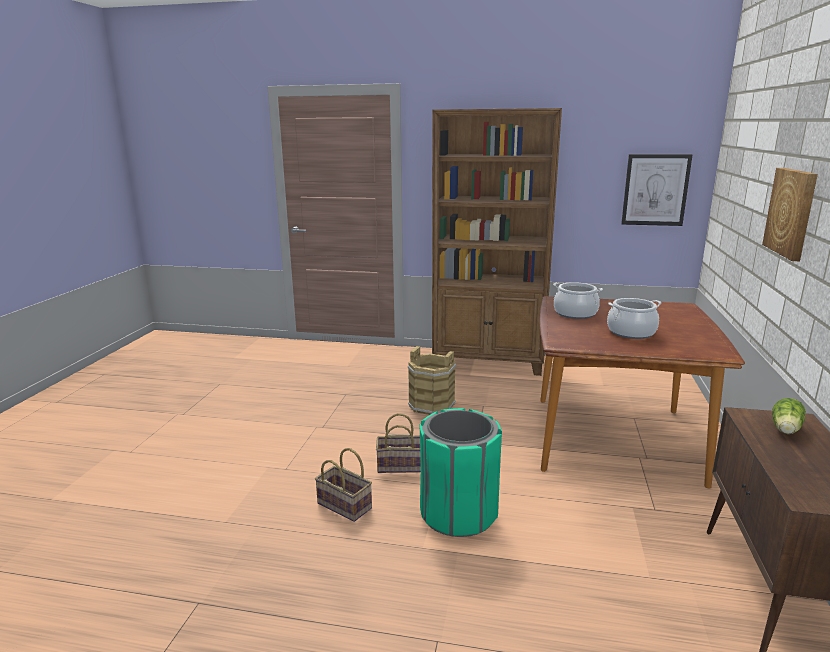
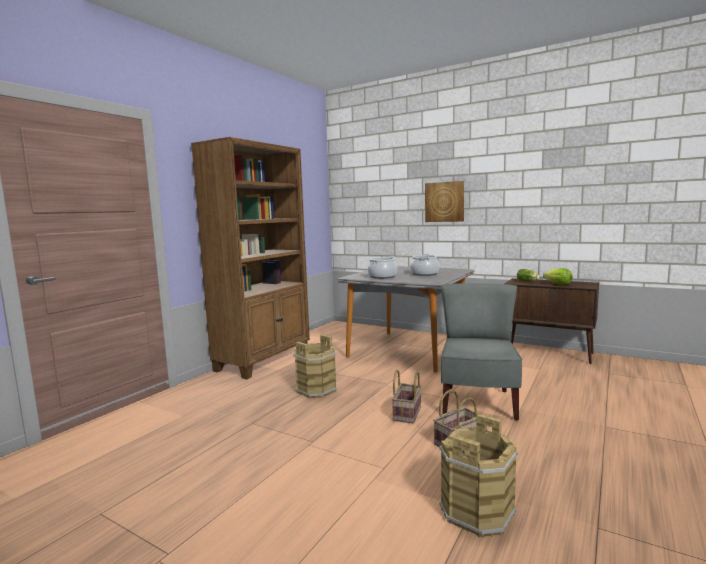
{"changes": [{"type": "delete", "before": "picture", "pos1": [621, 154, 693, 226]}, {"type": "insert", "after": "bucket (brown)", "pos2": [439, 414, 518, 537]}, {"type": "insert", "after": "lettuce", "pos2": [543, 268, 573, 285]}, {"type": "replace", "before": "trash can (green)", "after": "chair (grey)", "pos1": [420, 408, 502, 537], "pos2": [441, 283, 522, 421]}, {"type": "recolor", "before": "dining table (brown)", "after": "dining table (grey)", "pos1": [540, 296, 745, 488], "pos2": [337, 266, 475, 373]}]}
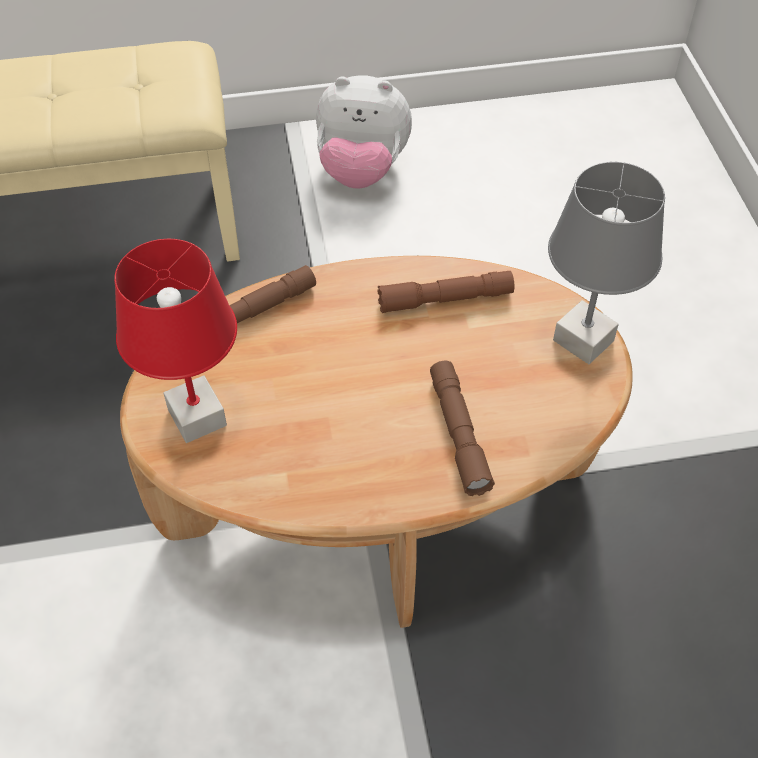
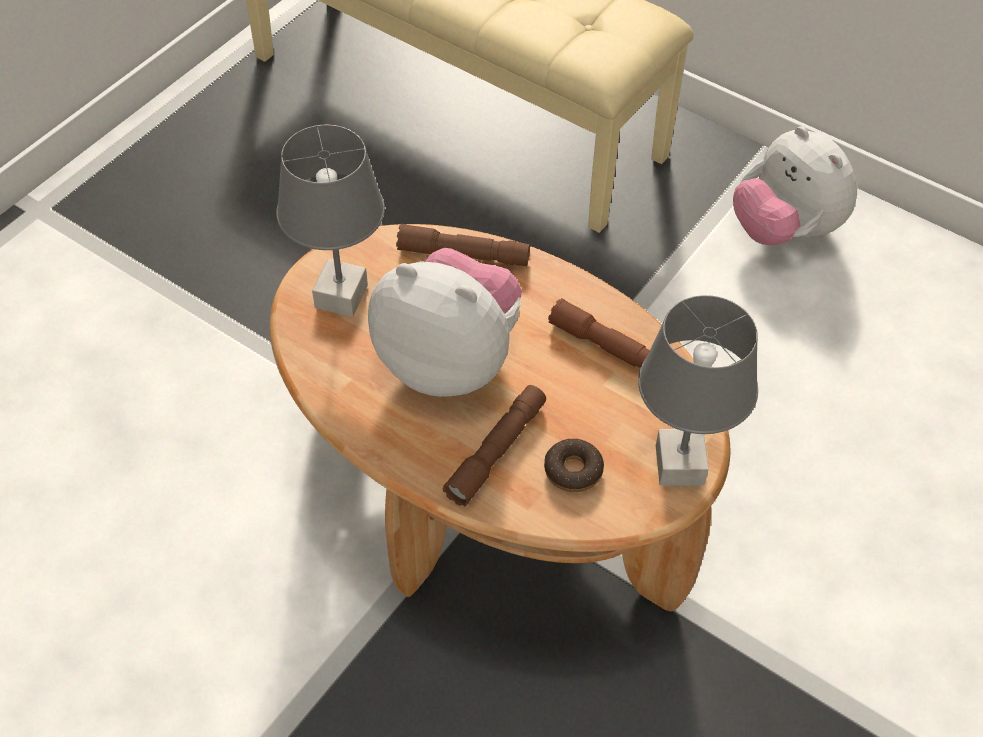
{"changes": [{"type": "insert", "after": "plush toy", "pos2": [368, 248, 522, 397]}, {"type": "insert", "after": "donut", "pos2": [544, 439, 604, 492]}, {"type": "recolor", "before": "table lamp (red)", "after": "table lamp (grey)", "pos1": [114, 239, 237, 443], "pos2": [276, 125, 385, 317]}]}
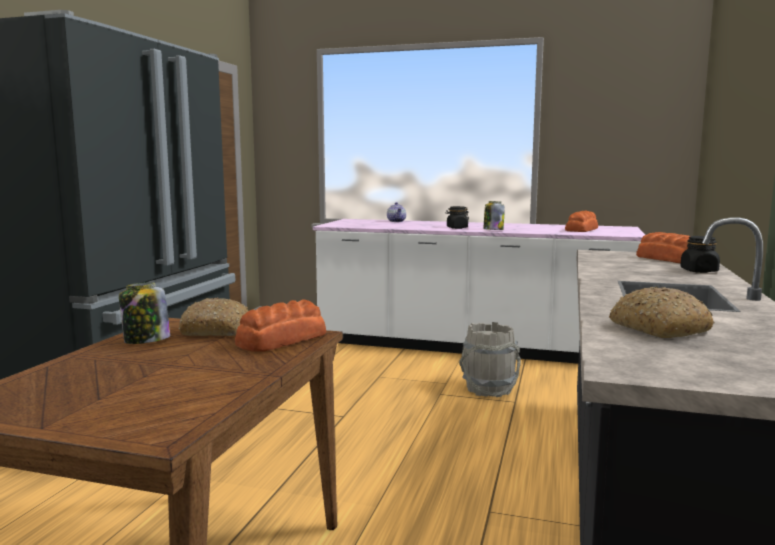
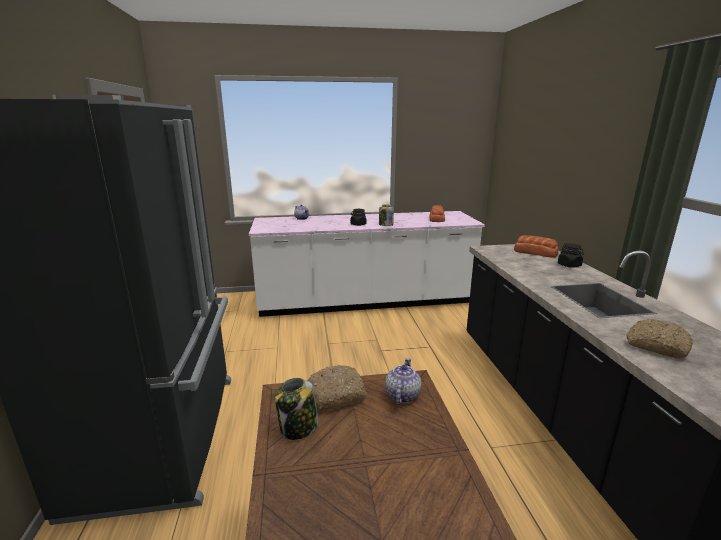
{"changes": [{"type": "delete", "before": "bucket (grey)", "pos1": [459, 322, 521, 397]}, {"type": "replace", "before": "bread", "after": "teapot", "pos1": [235, 299, 326, 352], "pos2": [385, 358, 421, 405]}]}
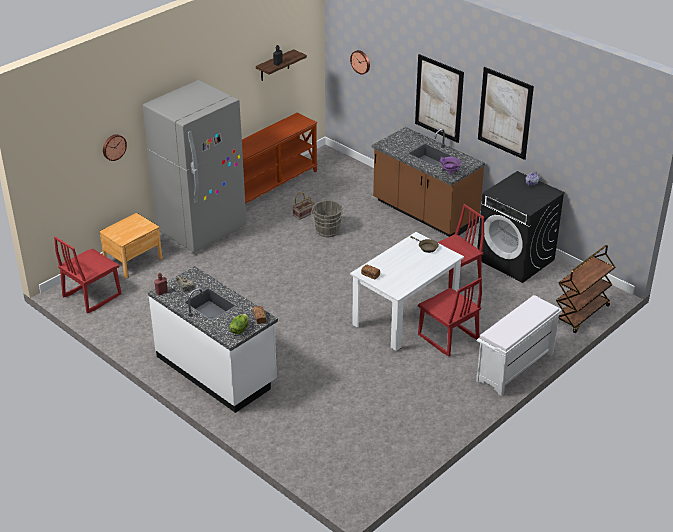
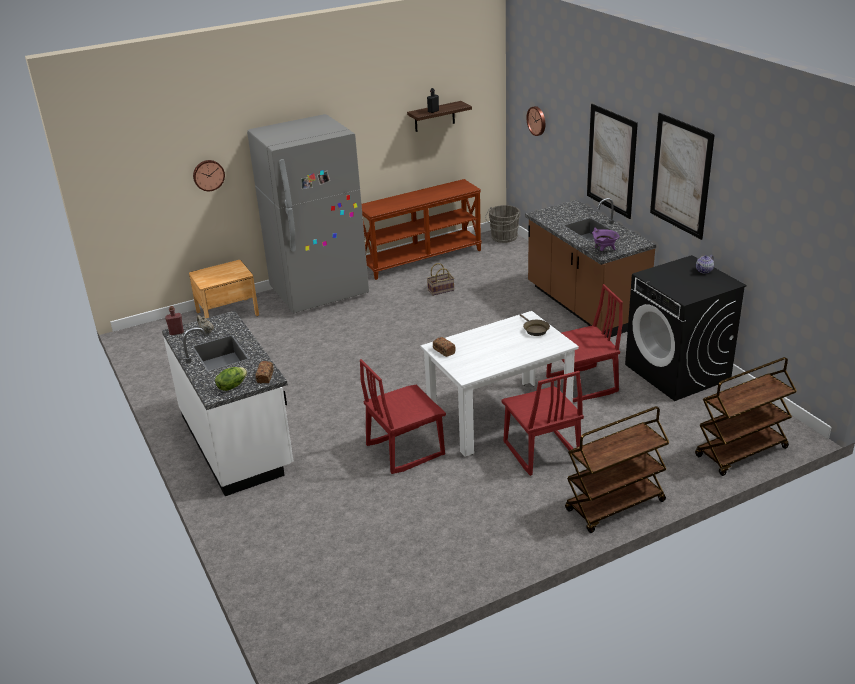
{"changes": [{"type": "move", "before": "chair (red)", "pos1": [54, 236, 122, 313], "pos2": [360, 359, 446, 474]}, {"type": "move", "before": "bucket (grey)", "pos1": [311, 200, 343, 237], "pos2": [485, 205, 520, 243]}, {"type": "replace", "before": "bench (white)", "after": "cart (brown)", "pos1": [476, 295, 562, 396], "pos2": [565, 406, 670, 533]}]}
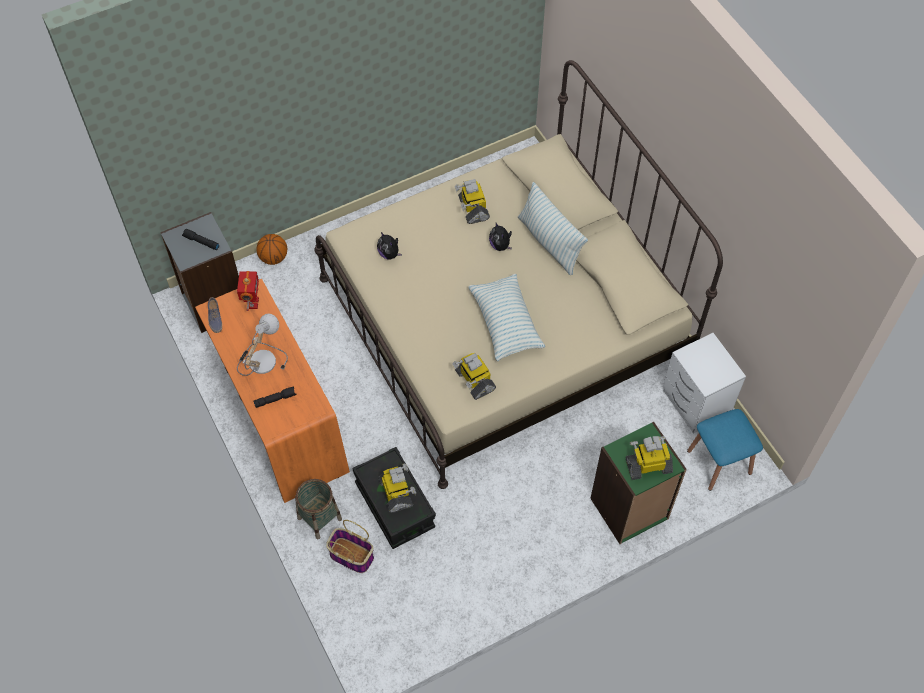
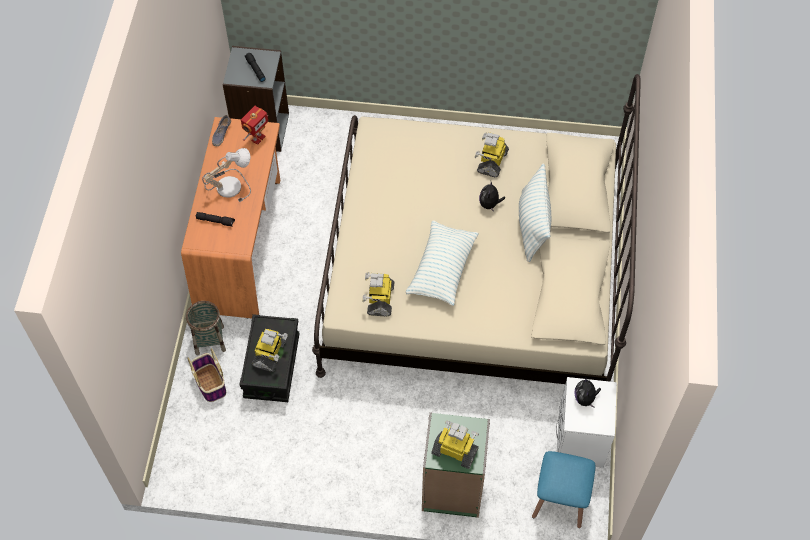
{"changes": [{"type": "delete", "before": "basketball", "pos1": [256, 234, 287, 265]}, {"type": "move", "before": "plush toy", "pos1": [377, 232, 402, 260], "pos2": [575, 378, 601, 408]}]}
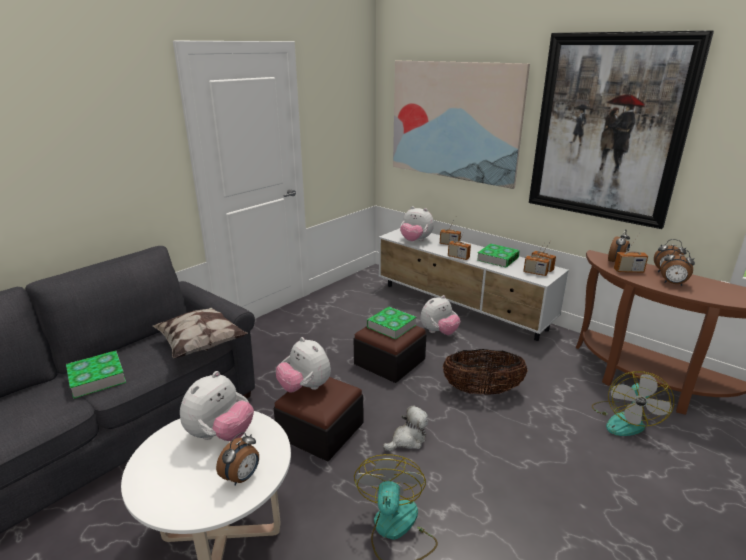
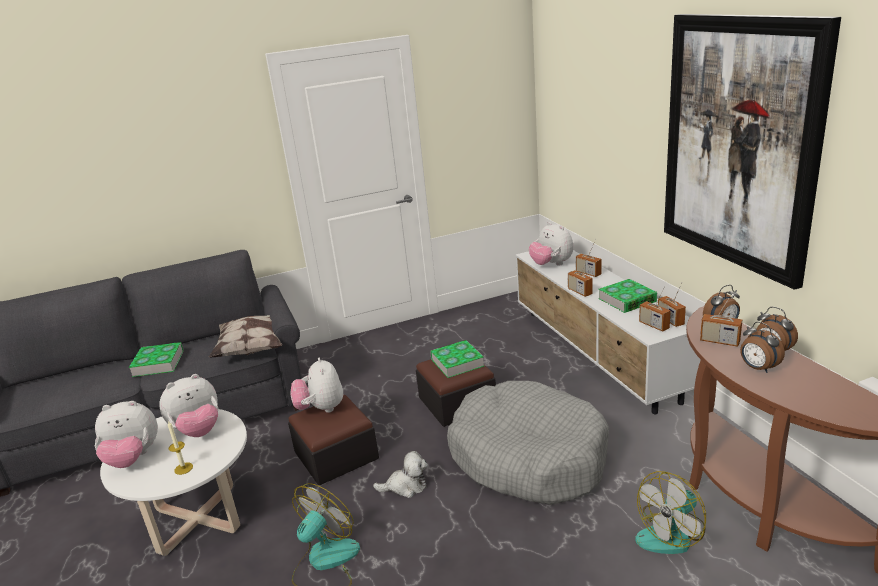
{"changes": [{"type": "delete", "before": "picture", "pos1": [393, 61, 530, 189]}, {"type": "move", "before": "plush toy", "pos1": [420, 295, 461, 335], "pos2": [95, 401, 158, 468]}, {"type": "replace", "before": "alarm clock", "after": "candle", "pos1": [216, 432, 259, 485], "pos2": [168, 420, 193, 475]}, {"type": "replace", "before": "basket", "after": "dog bed (grey)", "pos1": [443, 349, 528, 395], "pos2": [447, 381, 609, 505]}]}
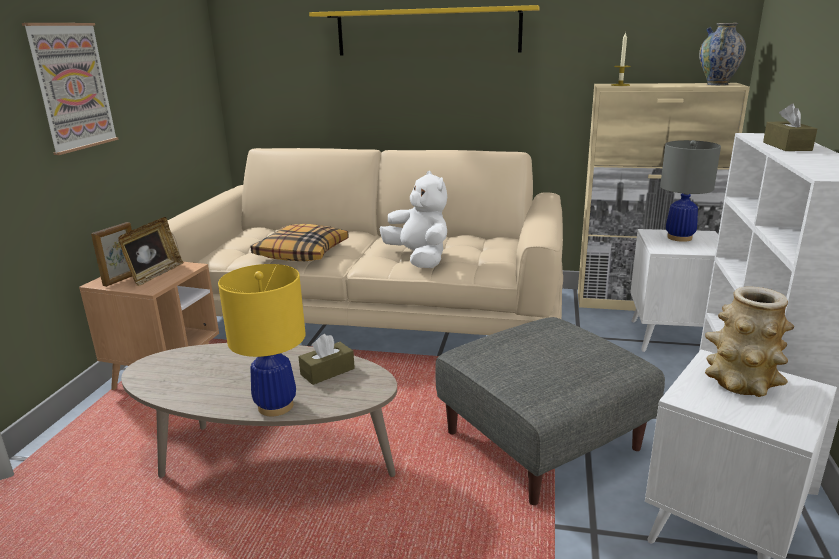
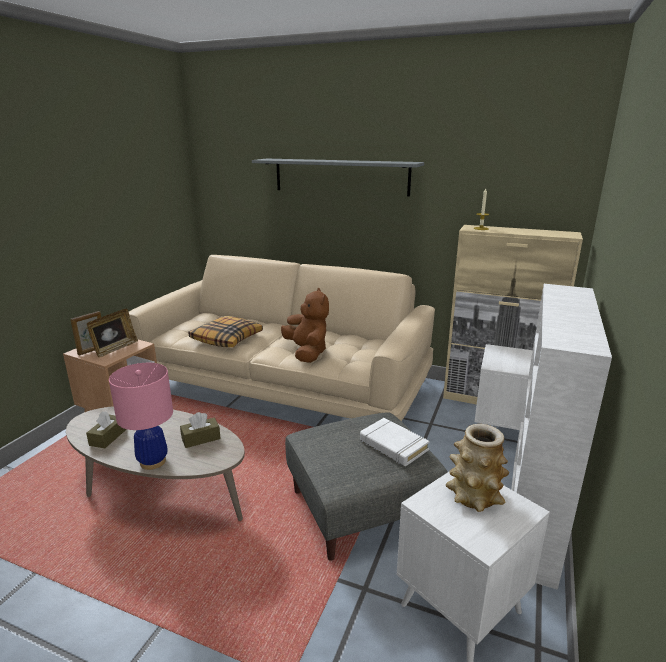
{"changes": [{"type": "delete", "before": "picture", "pos1": [22, 23, 119, 155]}, {"type": "delete", "before": "table lamp (grey)", "pos1": [660, 140, 721, 242]}, {"type": "delete", "before": "vase", "pos1": [699, 23, 746, 85]}, {"type": "insert", "after": "book (white)", "pos2": [360, 418, 430, 466]}, {"type": "move", "before": "tissue box (brown)", "pos1": [763, 104, 817, 151], "pos2": [86, 411, 127, 448]}, {"type": "recolor", "before": "table lamp (yellow)", "after": "table lamp (pink)", "pos1": [218, 264, 306, 416], "pos2": [109, 363, 173, 470]}, {"type": "recolor", "before": "shelf (yellow)", "after": "shelf (grey)", "pos1": [309, 5, 540, 56], "pos2": [252, 159, 424, 197]}, {"type": "recolor", "before": "plush toy (white)", "after": "plush toy (brown)", "pos1": [379, 171, 447, 268], "pos2": [281, 288, 329, 363]}]}
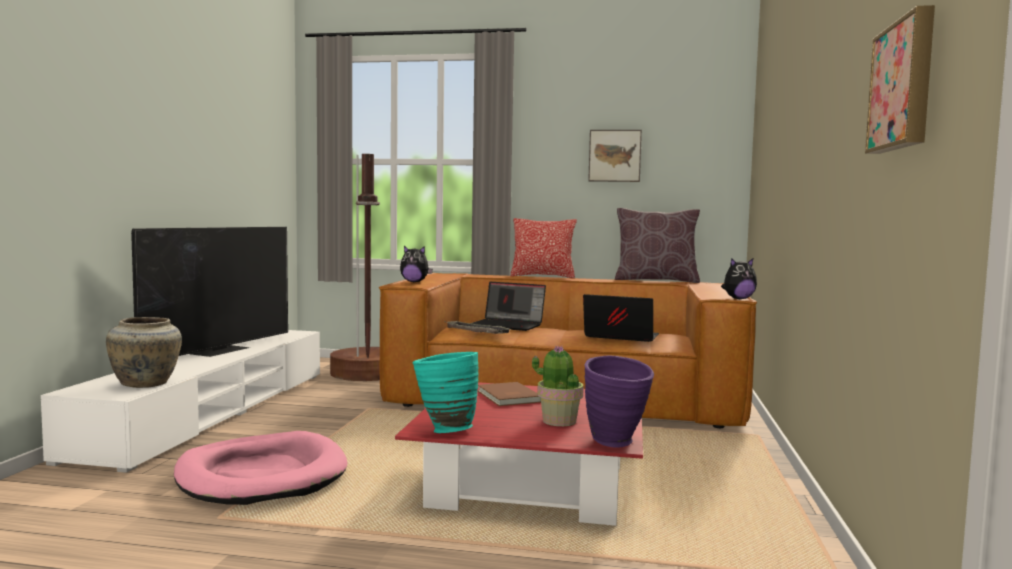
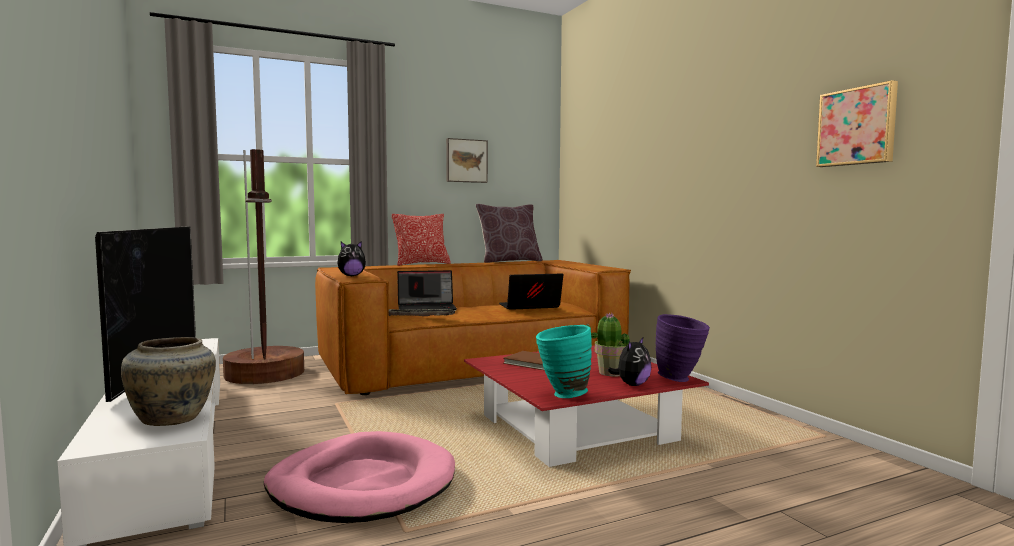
{"changes": [{"type": "move", "before": "plush toy", "pos1": [721, 258, 757, 299], "pos2": [608, 338, 651, 386]}]}
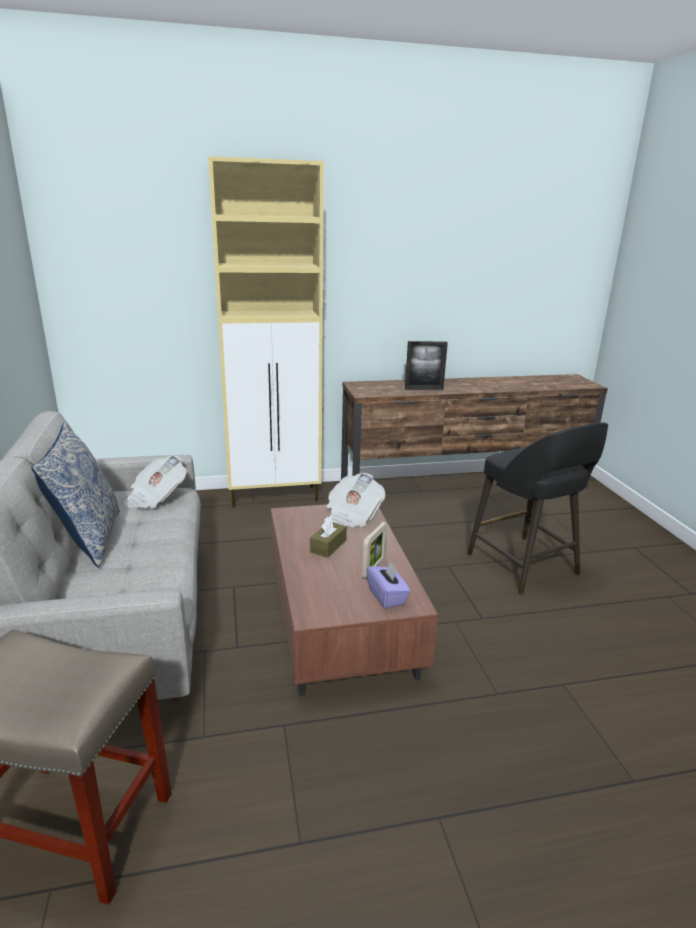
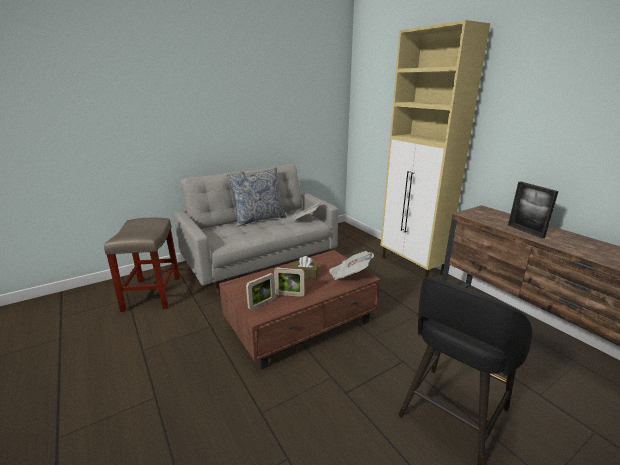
{"changes": [{"type": "replace", "before": "tissue box (purple)", "after": "picture frame", "pos1": [366, 561, 411, 609], "pos2": [246, 273, 275, 311]}]}
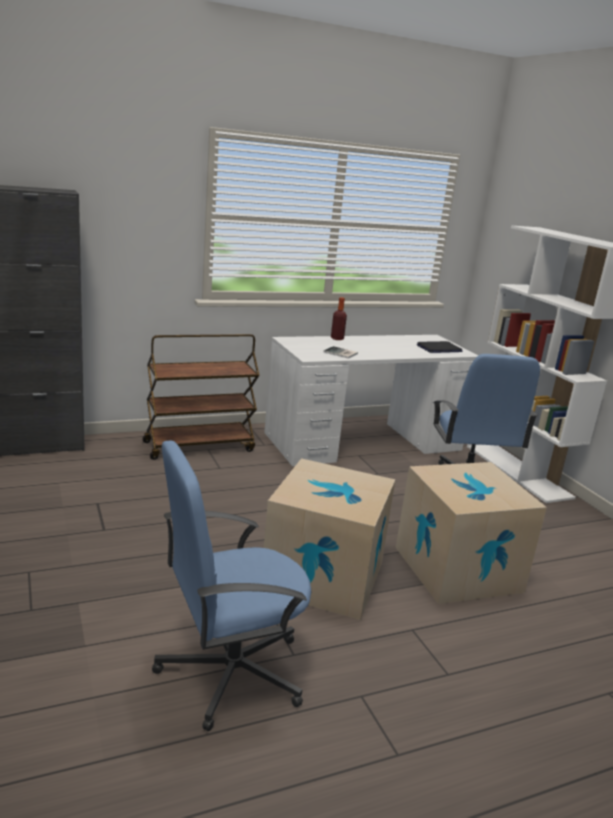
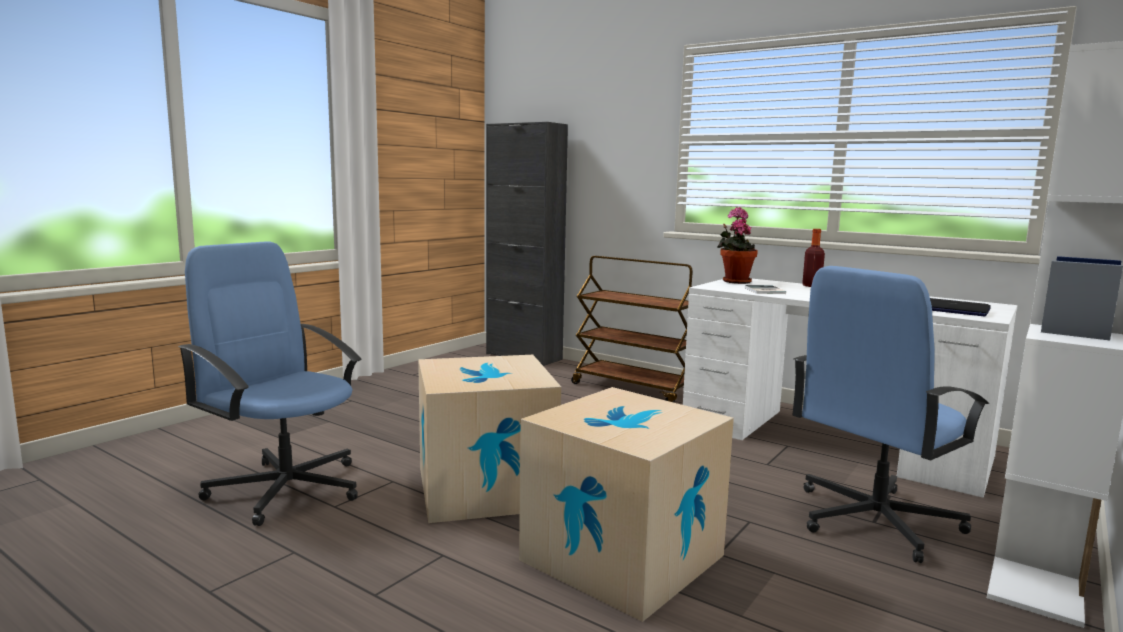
{"changes": [{"type": "insert", "after": "potted plant", "pos2": [717, 207, 758, 284]}]}
